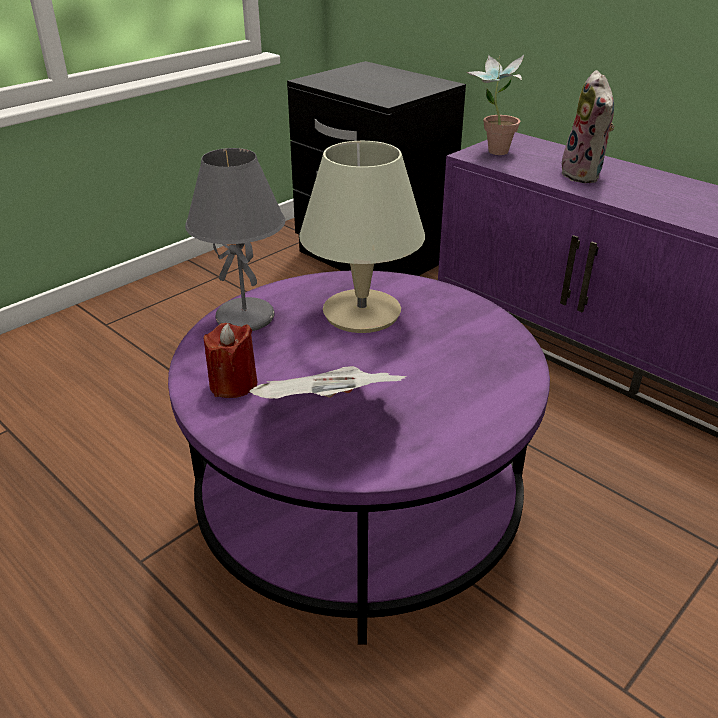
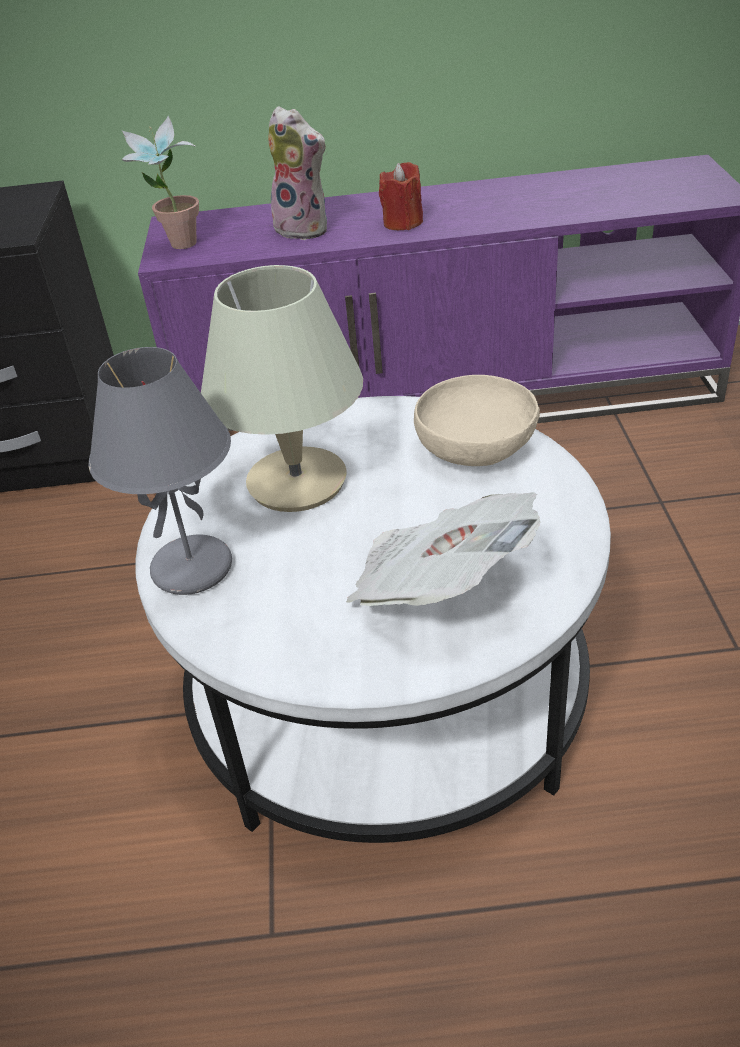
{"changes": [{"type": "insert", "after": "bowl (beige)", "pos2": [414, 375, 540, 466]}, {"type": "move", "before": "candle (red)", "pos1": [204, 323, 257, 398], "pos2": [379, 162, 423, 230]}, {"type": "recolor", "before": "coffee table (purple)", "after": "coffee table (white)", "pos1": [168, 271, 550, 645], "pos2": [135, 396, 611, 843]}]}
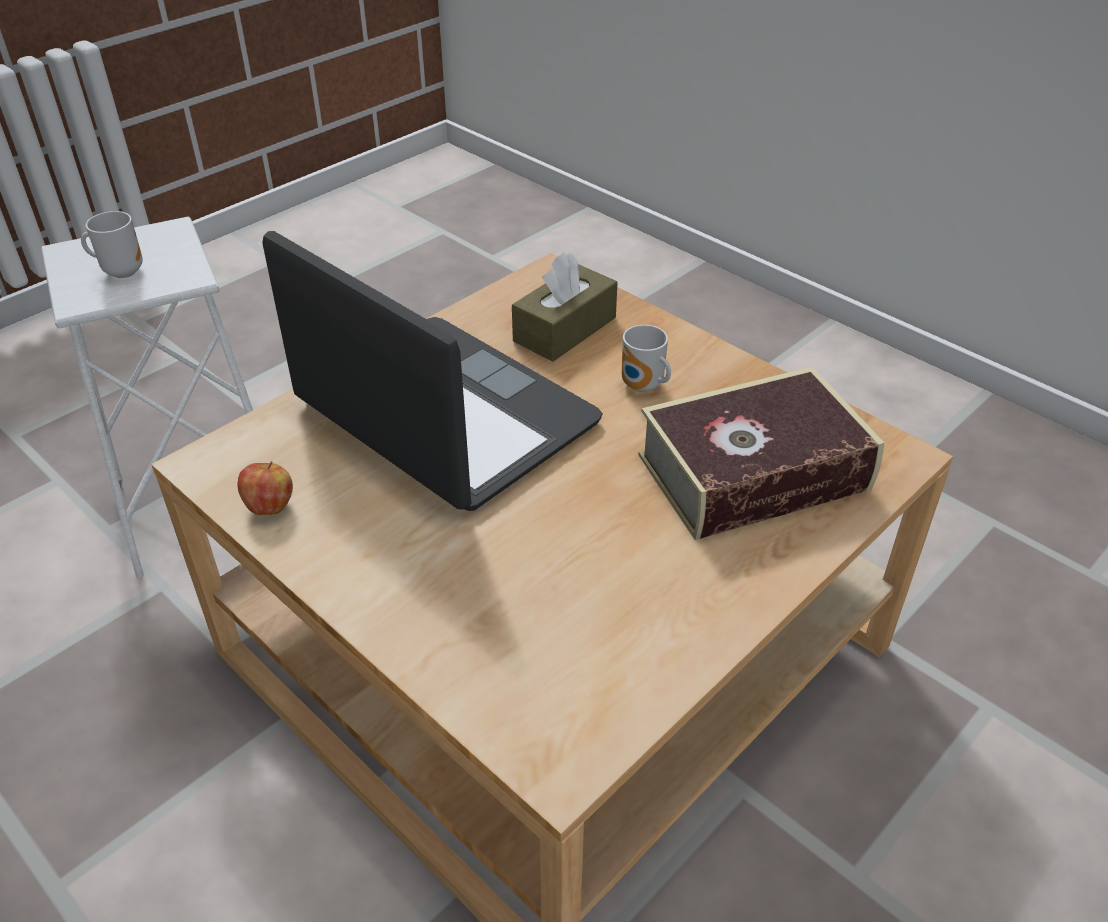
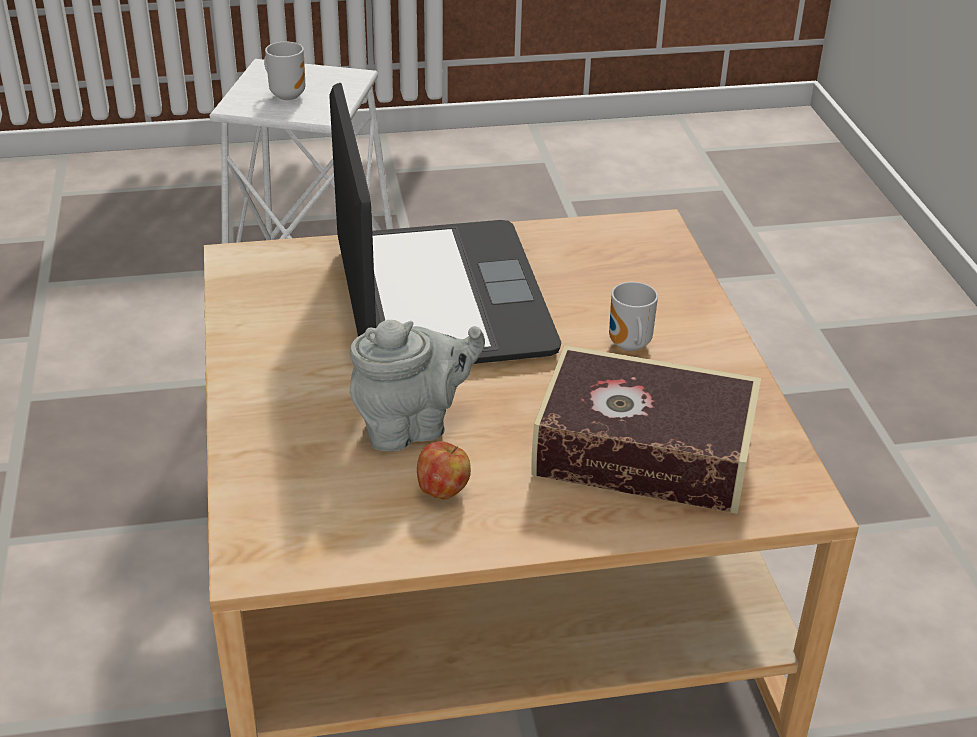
{"changes": [{"type": "delete", "before": "tissue box (brown)", "pos1": [512, 252, 618, 361]}, {"type": "insert", "after": "teapot (grey)", "pos2": [350, 320, 485, 451]}, {"type": "move", "before": "apple", "pos1": [238, 461, 293, 515], "pos2": [417, 441, 471, 499]}]}
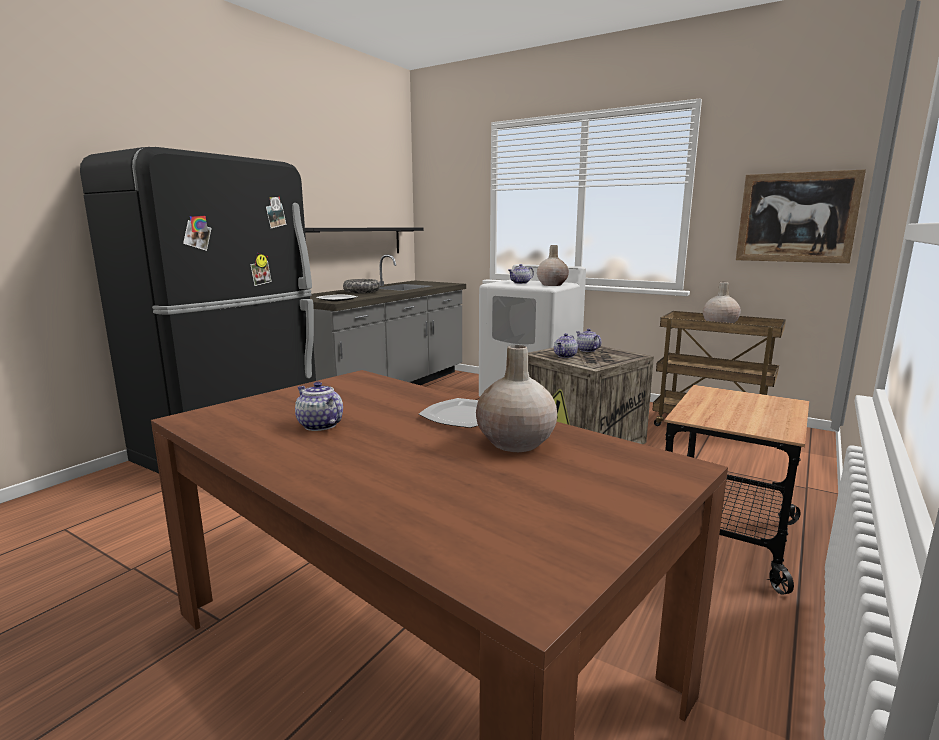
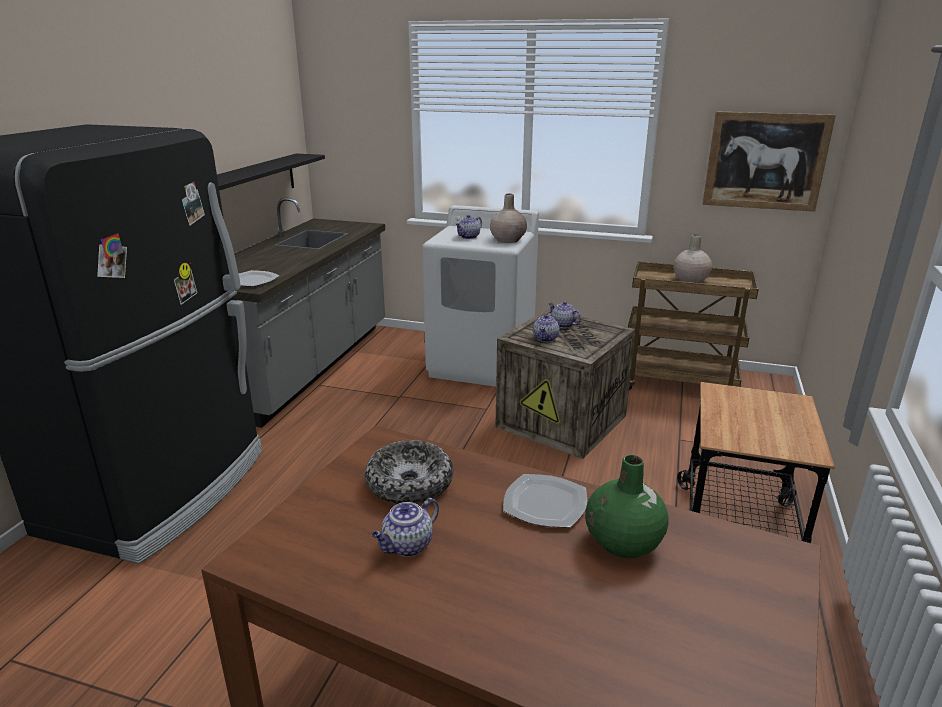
{"changes": [{"type": "move", "before": "bowl", "pos1": [343, 279, 380, 293], "pos2": [365, 440, 453, 504]}, {"type": "recolor", "before": "vase (beige)", "after": "vase (green)", "pos1": [476, 345, 557, 452], "pos2": [585, 455, 669, 558]}, {"type": "rotate", "before": "teapot", "pos1": [295, 382, 343, 431], "pos2": [372, 498, 439, 557], "turn": -75}]}
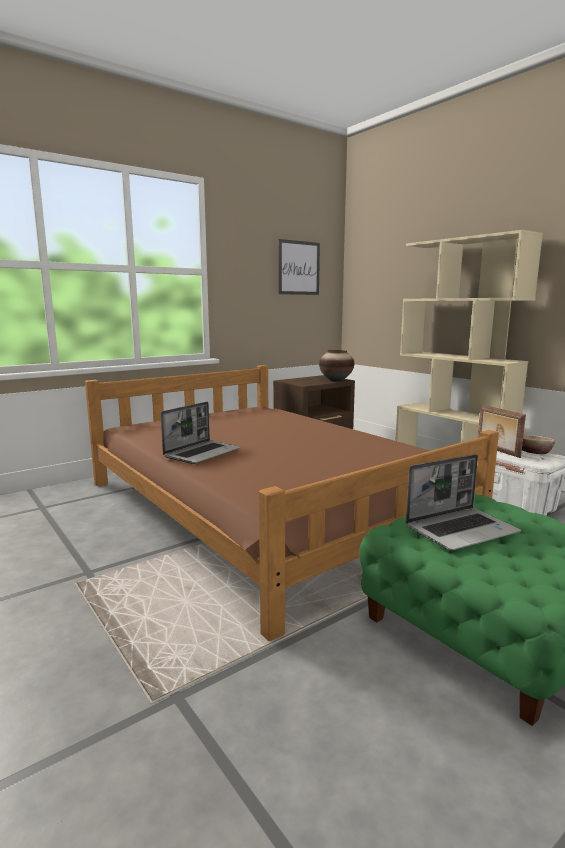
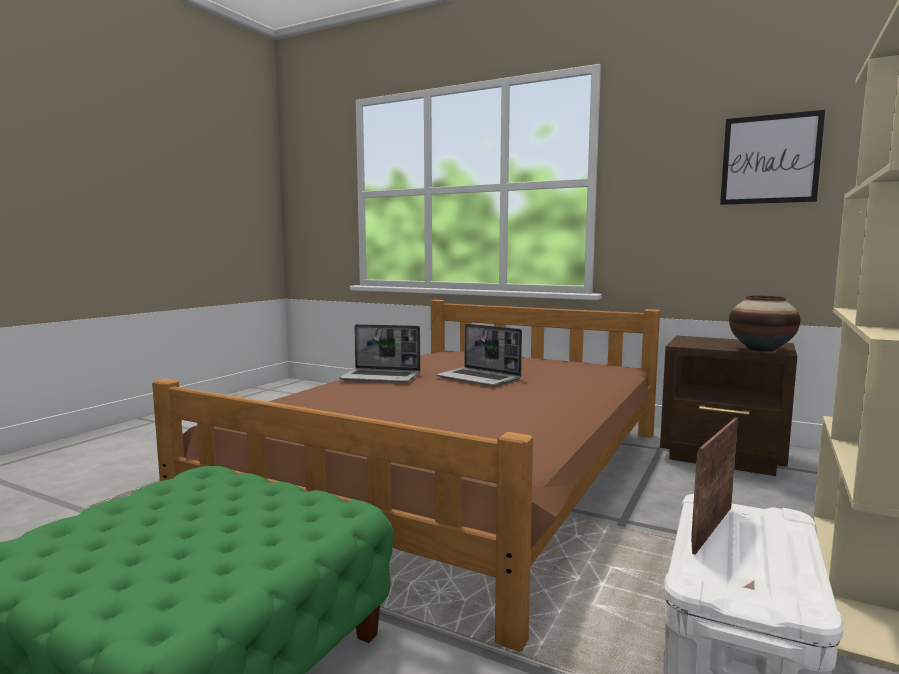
{"changes": [{"type": "delete", "before": "bowl", "pos1": [522, 435, 555, 454]}, {"type": "move", "before": "laptop", "pos1": [406, 454, 521, 550], "pos2": [436, 324, 522, 387]}]}
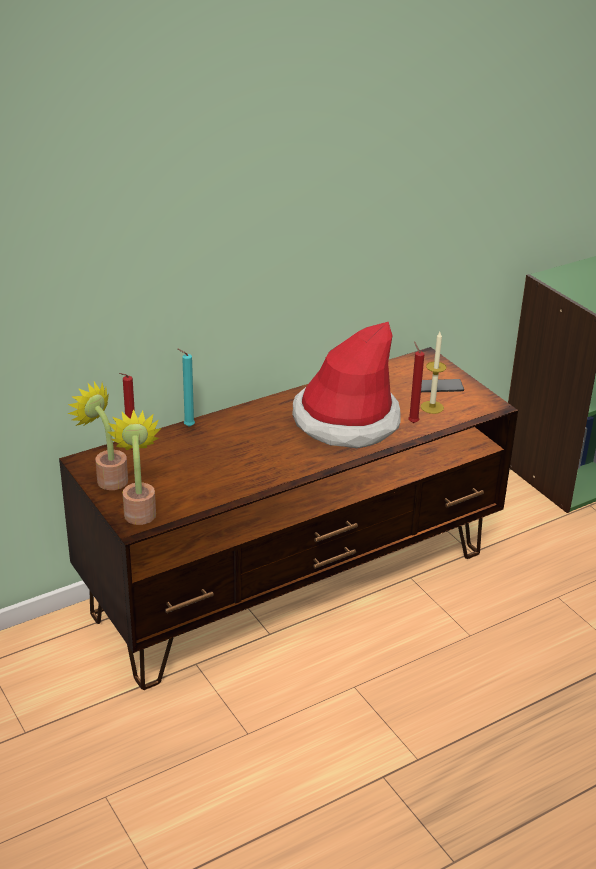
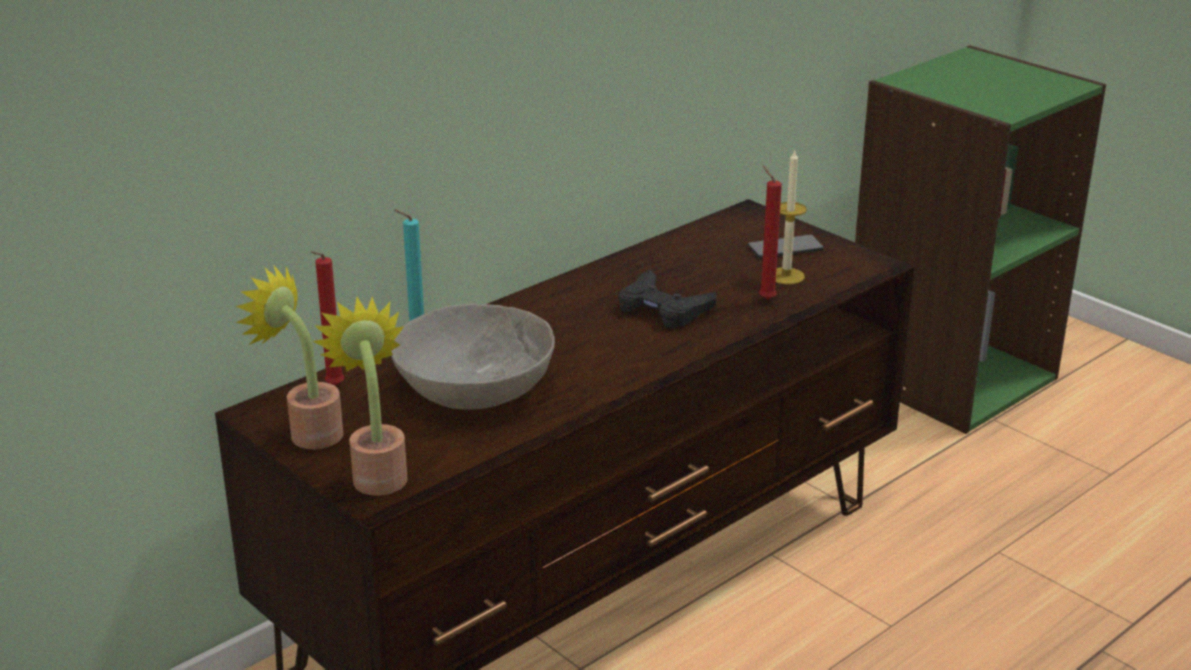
{"changes": [{"type": "insert", "after": "bowl (grey)", "pos2": [391, 304, 555, 410]}, {"type": "replace", "before": "hat", "after": "game controller (black)", "pos1": [292, 322, 401, 448], "pos2": [619, 270, 717, 329]}]}
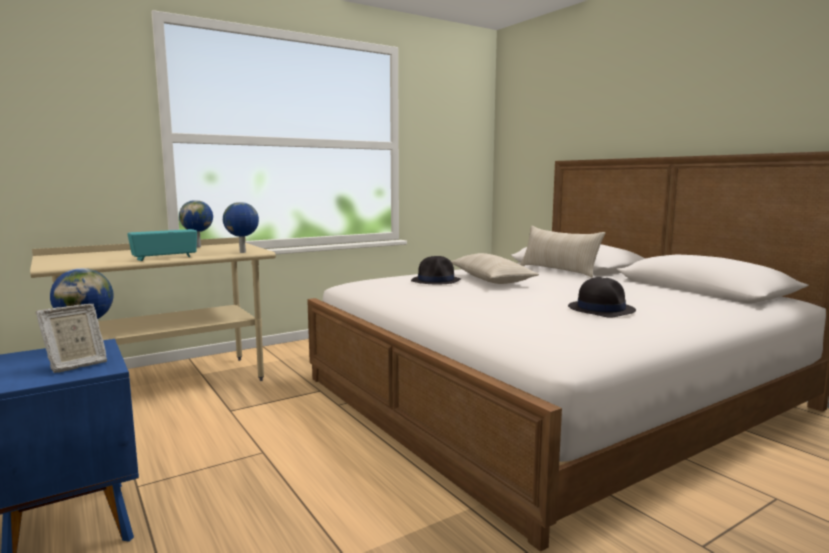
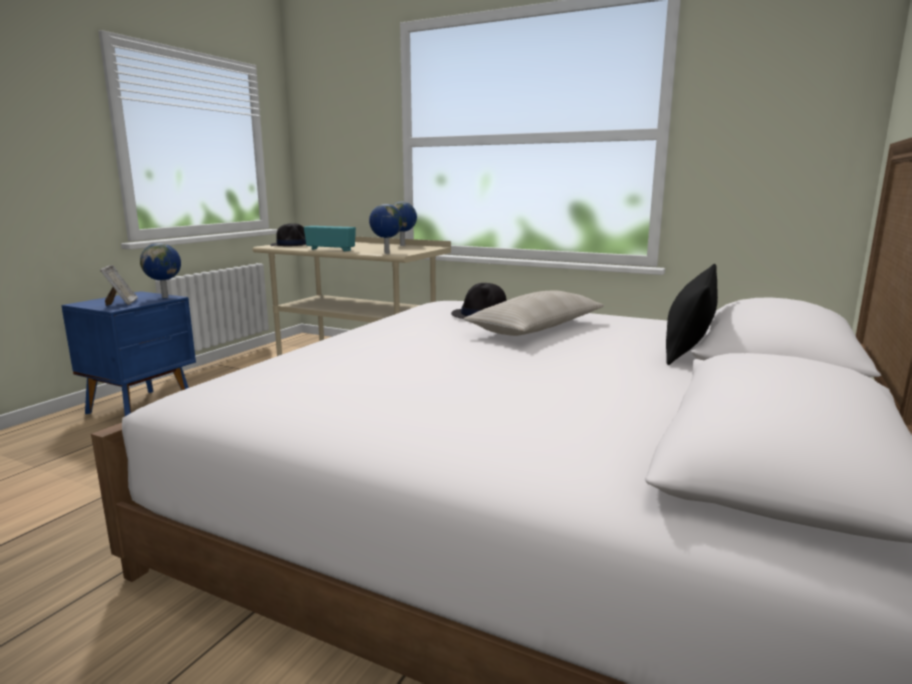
{"changes": [{"type": "move", "before": "hat (black)", "pos1": [568, 277, 636, 318], "pos2": [270, 223, 306, 246]}, {"type": "recolor", "before": "pillow (beige)", "after": "pillow (black)", "pos1": [520, 226, 605, 278], "pos2": [666, 264, 718, 365]}, {"type": "rotate", "before": "picture frame", "pos1": [36, 304, 107, 373], "pos2": [100, 265, 138, 306], "turn": -120}]}
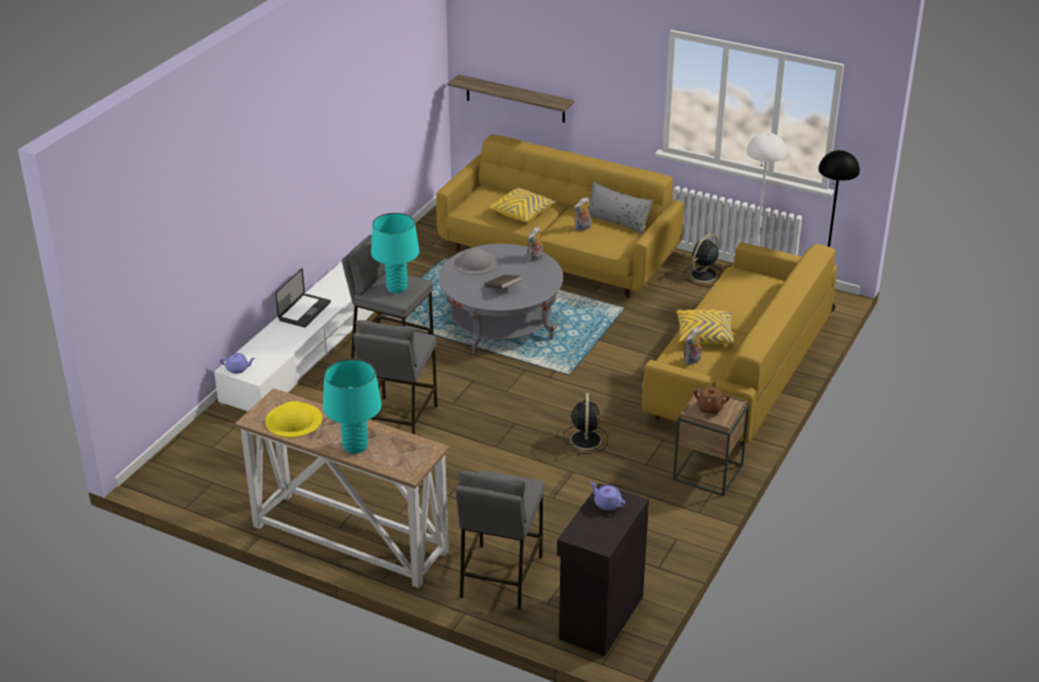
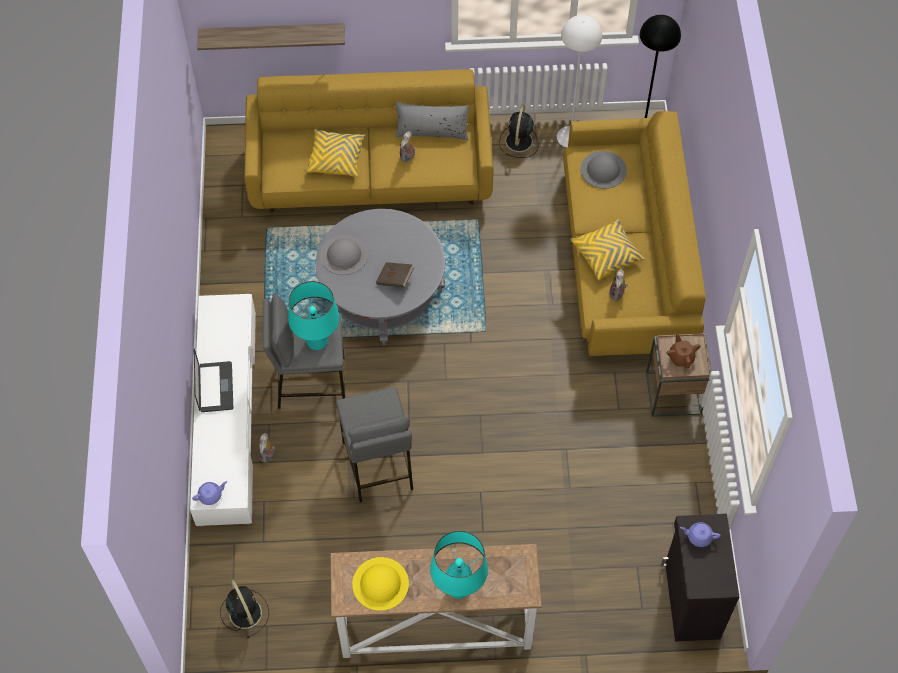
{"changes": [{"type": "delete", "before": "stool (grey)", "pos1": [456, 471, 545, 609]}, {"type": "insert", "after": "hat (grey)", "pos2": [580, 151, 627, 189]}, {"type": "move", "before": "plush toy", "pos1": [527, 226, 543, 262], "pos2": [258, 433, 275, 463]}, {"type": "move", "before": "fan (black)", "pos1": [563, 393, 608, 455], "pos2": [220, 579, 269, 638]}]}
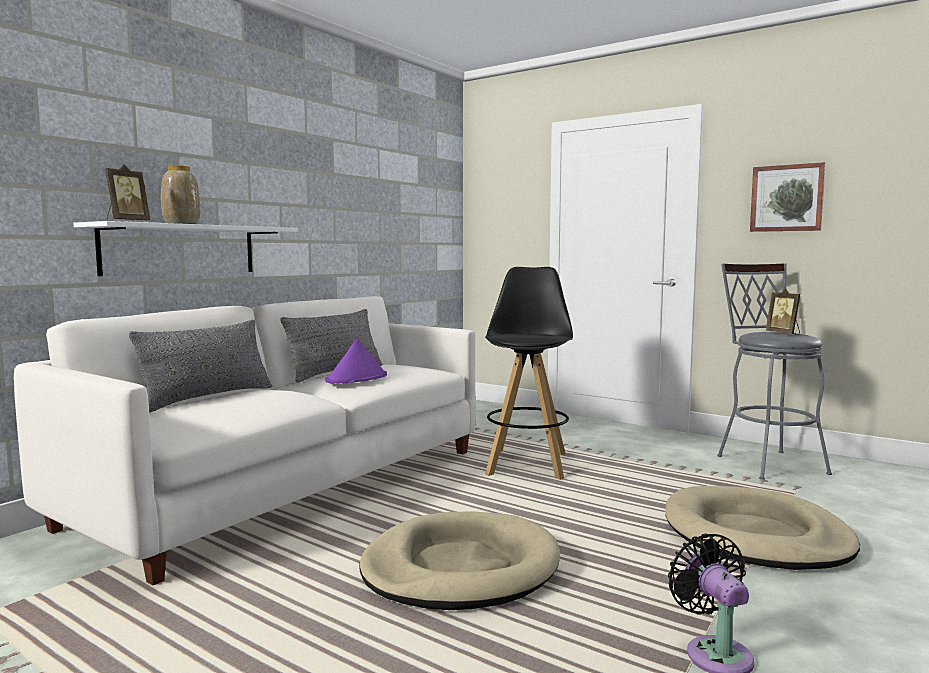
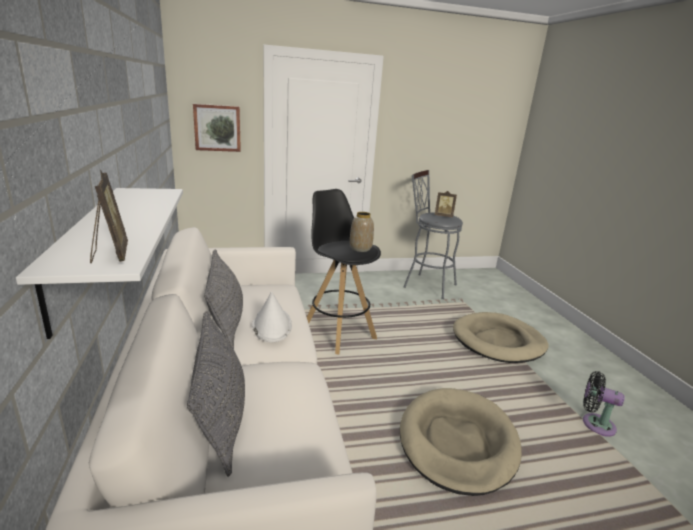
{"changes": [{"type": "move", "before": "vase", "pos1": [161, 165, 200, 224], "pos2": [350, 212, 374, 252]}, {"type": "move", "before": "picture", "pos1": [750, 162, 826, 232], "pos2": [193, 104, 241, 152]}, {"type": "recolor", "before": "hat (purple)", "after": "hat (white)", "pos1": [325, 338, 387, 384], "pos2": [252, 292, 292, 342]}]}
